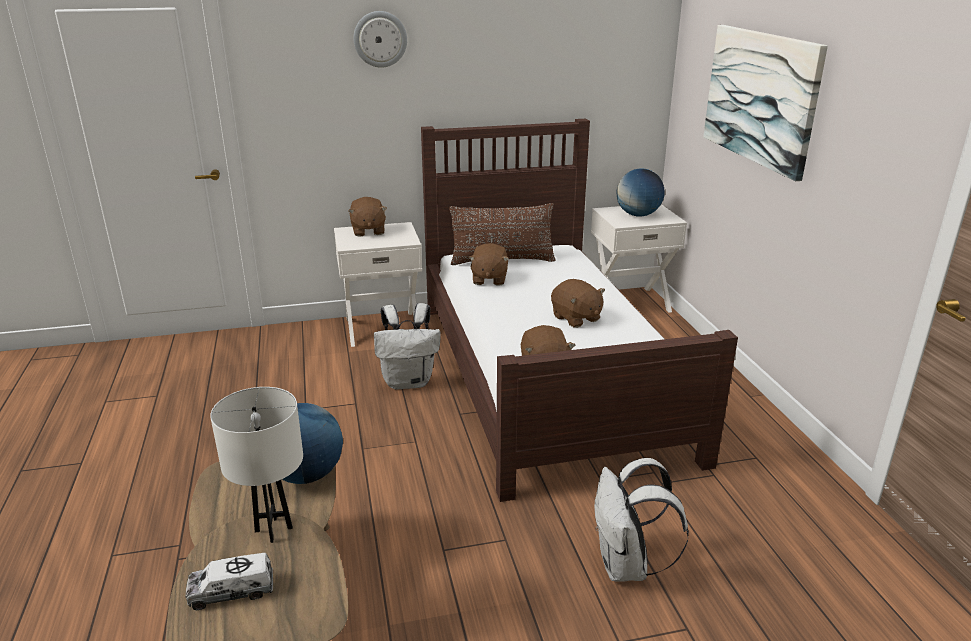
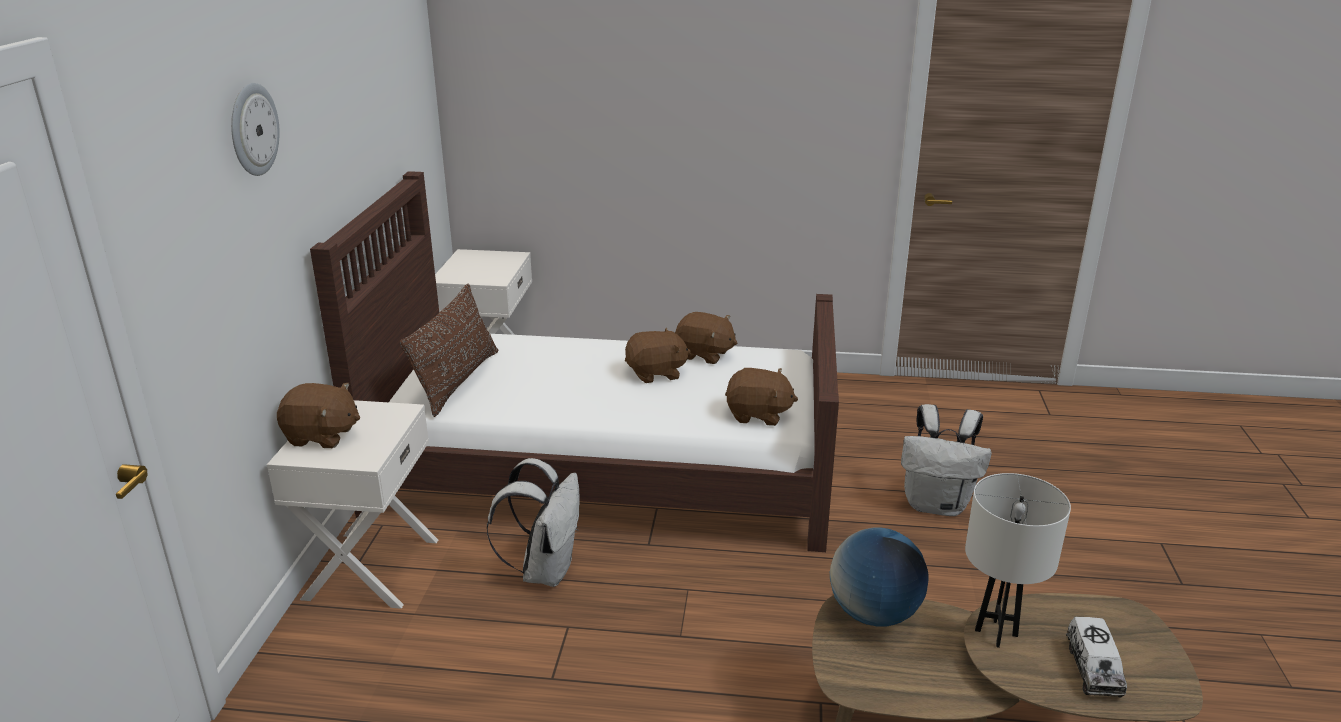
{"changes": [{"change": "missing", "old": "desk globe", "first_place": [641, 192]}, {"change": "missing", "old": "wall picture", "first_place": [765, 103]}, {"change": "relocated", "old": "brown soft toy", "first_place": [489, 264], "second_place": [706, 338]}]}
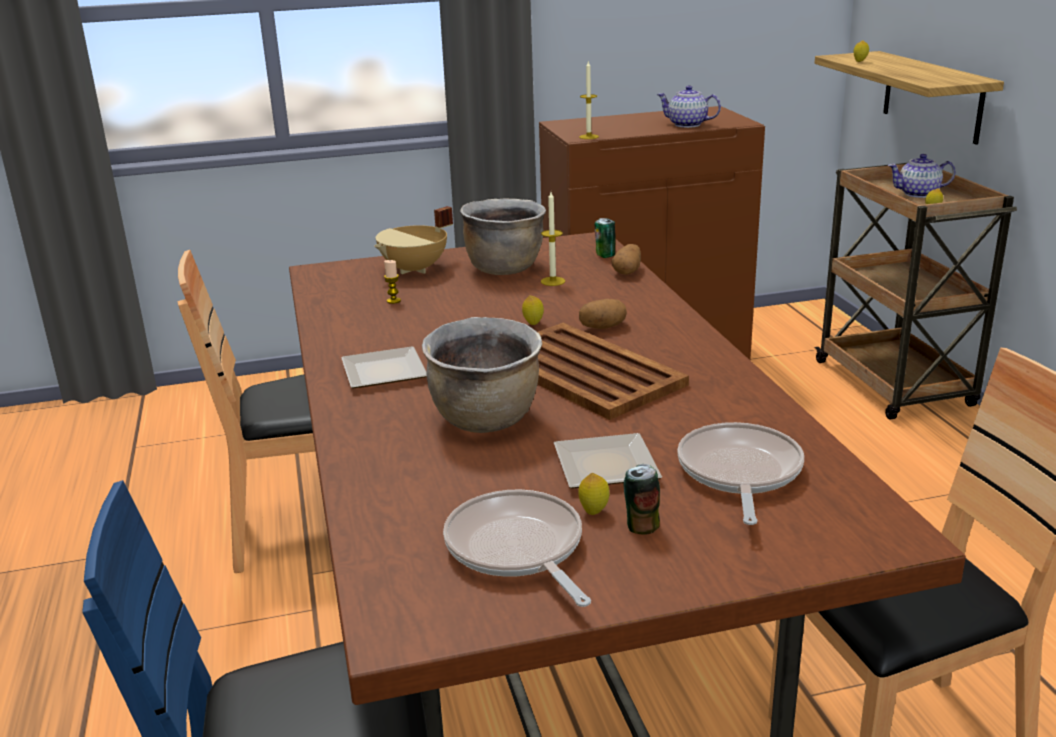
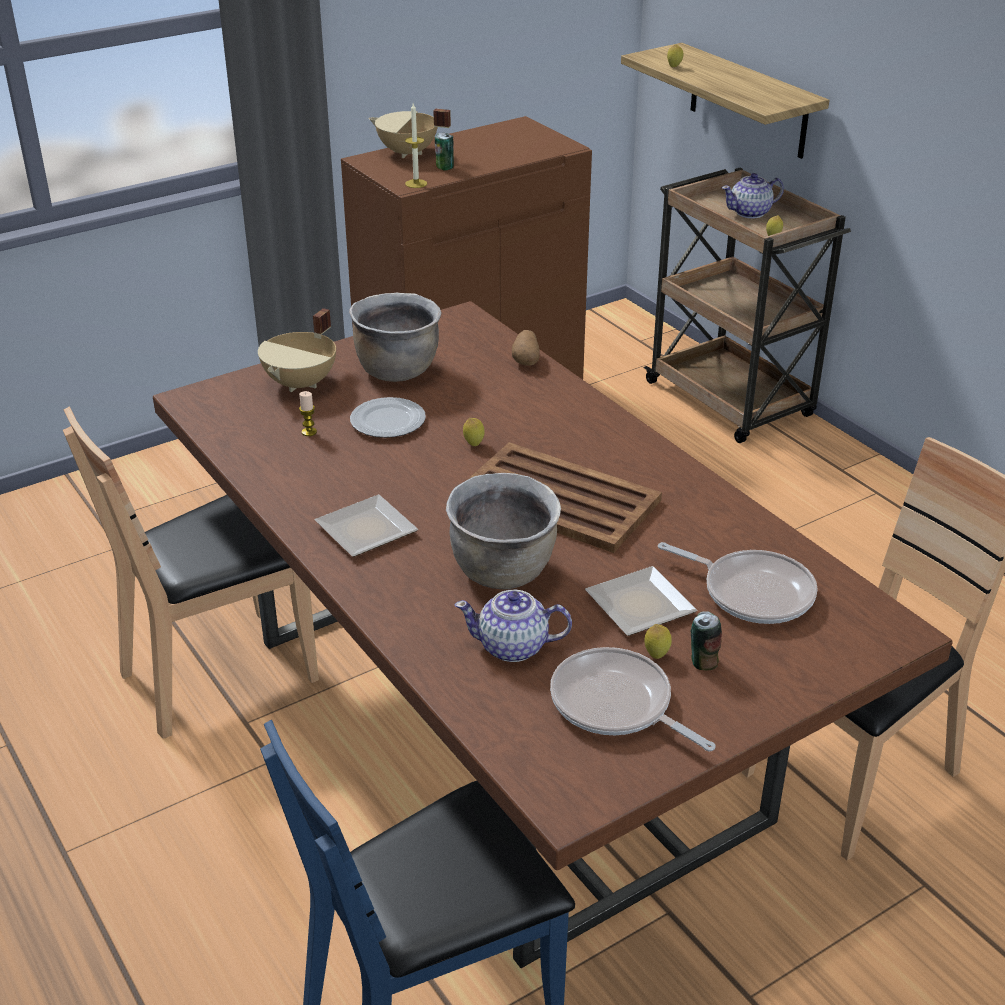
{"changes": [{"change": "missing", "old": "wax candle", "first_place": [553, 239]}, {"change": "missing", "old": "spud", "first_place": [603, 314]}, {"change": "appeared", "new": "flat dish", "second_place": [388, 417]}, {"change": "appeared", "new": "beige stockpot", "second_place": [410, 133]}, {"change": "relocated", "old": "sealed can", "first_place": [605, 238], "second_place": [444, 152]}, {"change": "relocated", "old": "tea pot", "first_place": [689, 106], "second_place": [513, 626]}, {"change": "spun", "old": "pan", "first_place": [740, 473], "second_place": [738, 583], "degrees": 135}]}
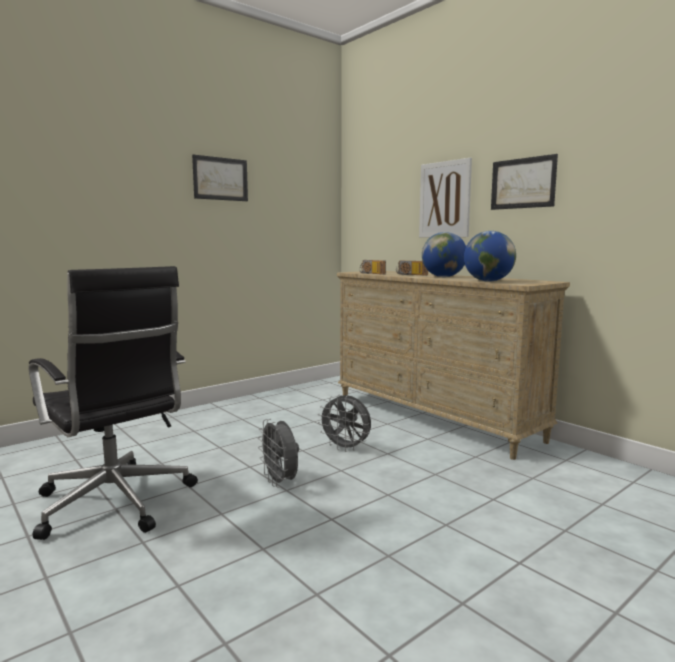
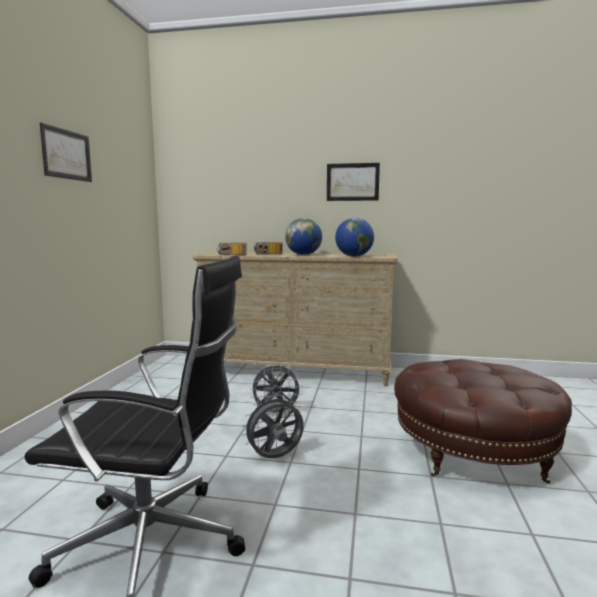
{"changes": [{"change": "missing", "old": "wall picture", "first_place": [445, 197]}, {"change": "appeared", "new": "brown ottoman", "second_place": [483, 421]}, {"change": "spun", "old": "grey electric fan", "first_place": [278, 453], "second_place": [272, 426], "degrees": 135}]}
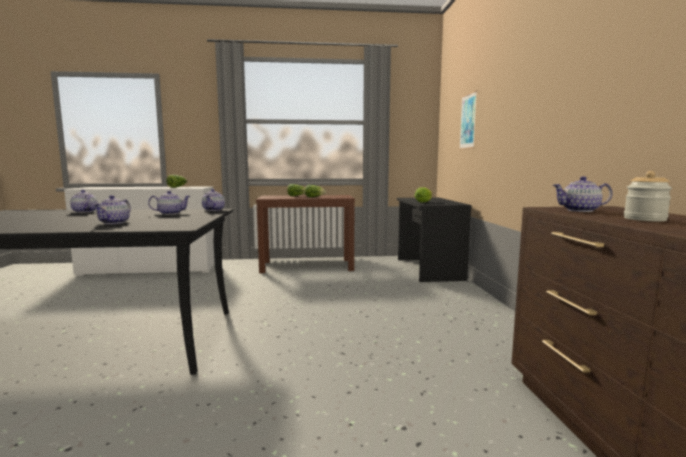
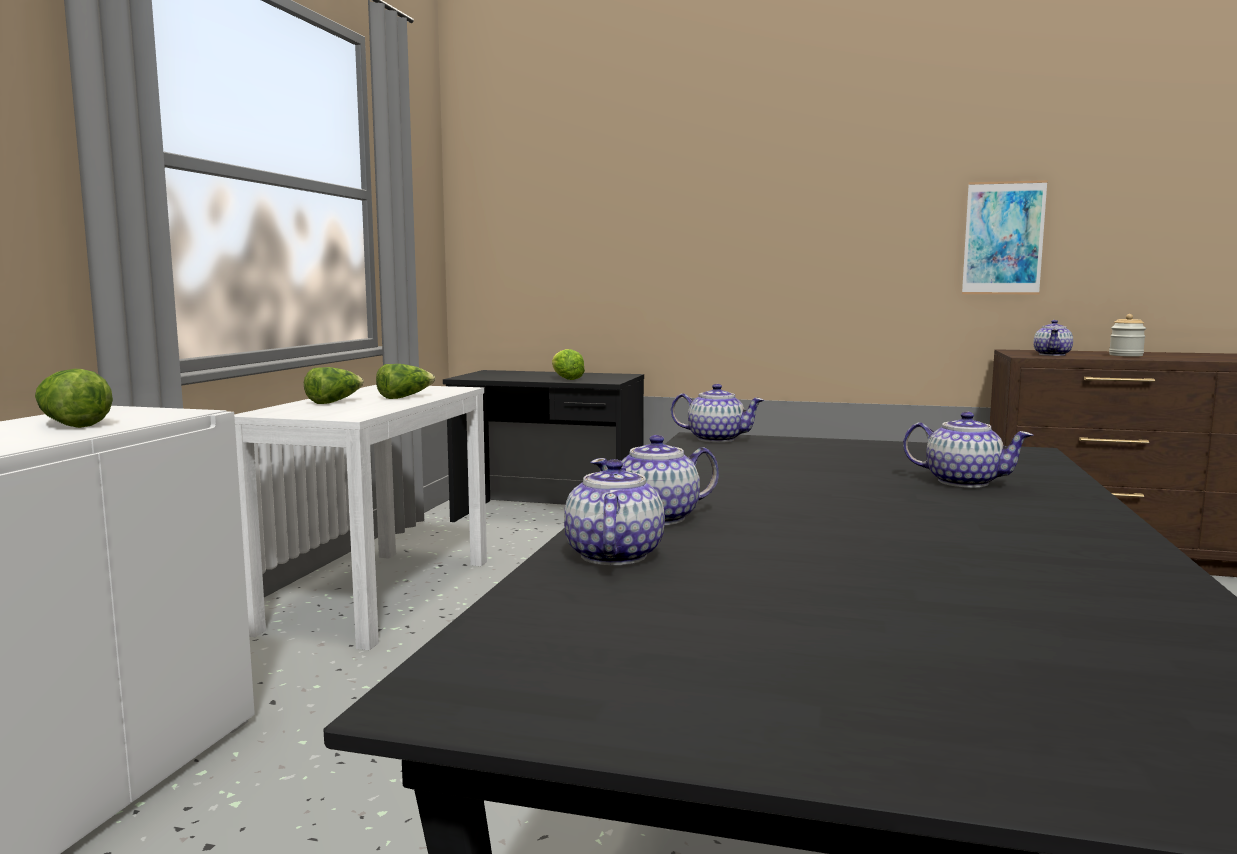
{"changes": [{"change": "relocated", "old": "tea pot", "first_place": [169, 203], "second_place": [614, 512]}, {"change": "relocated", "old": "wall picture", "first_place": [468, 120], "second_place": [1005, 237]}, {"change": "colour", "old": "brown console table", "new": "white-coloured console table", "first_place": [305, 234], "second_place": [360, 517]}]}
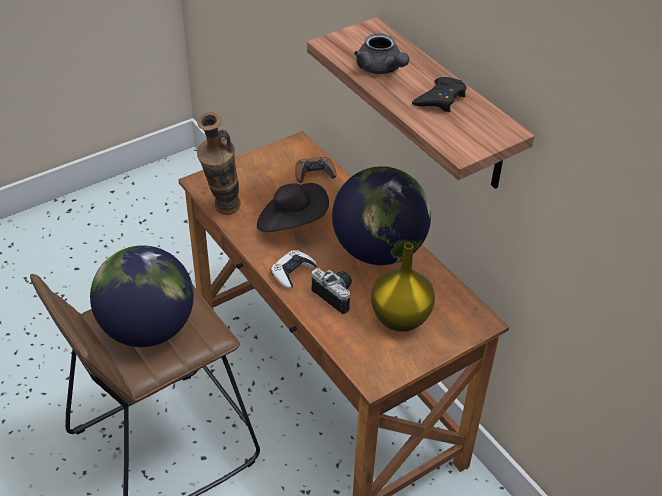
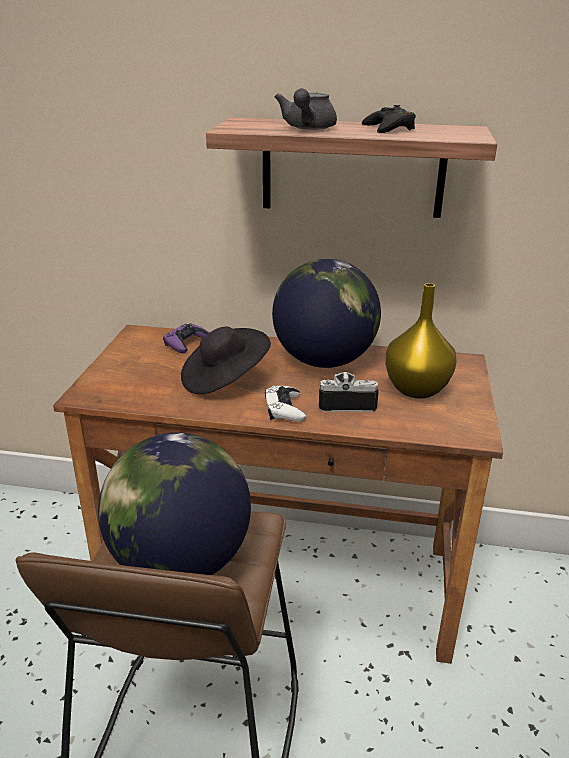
{"changes": [{"change": "missing", "old": "vase", "first_place": [219, 164]}, {"change": "colour", "old": "brown game controller", "new": "purple-coloured game controller", "first_place": [315, 170], "second_place": [186, 338]}, {"change": "spun", "old": "grey tea pot", "first_place": [381, 53], "second_place": [306, 109], "degrees": 90}]}
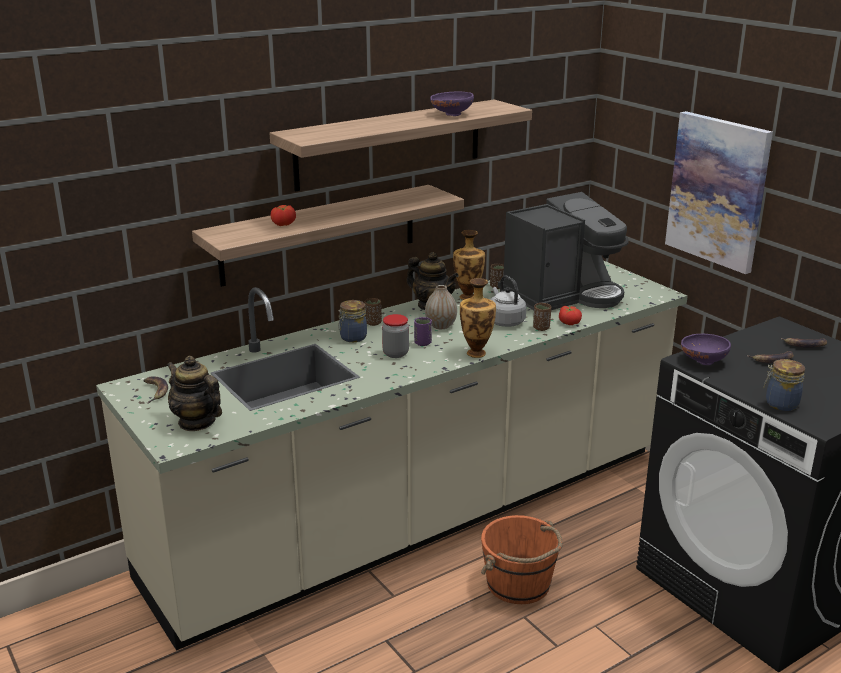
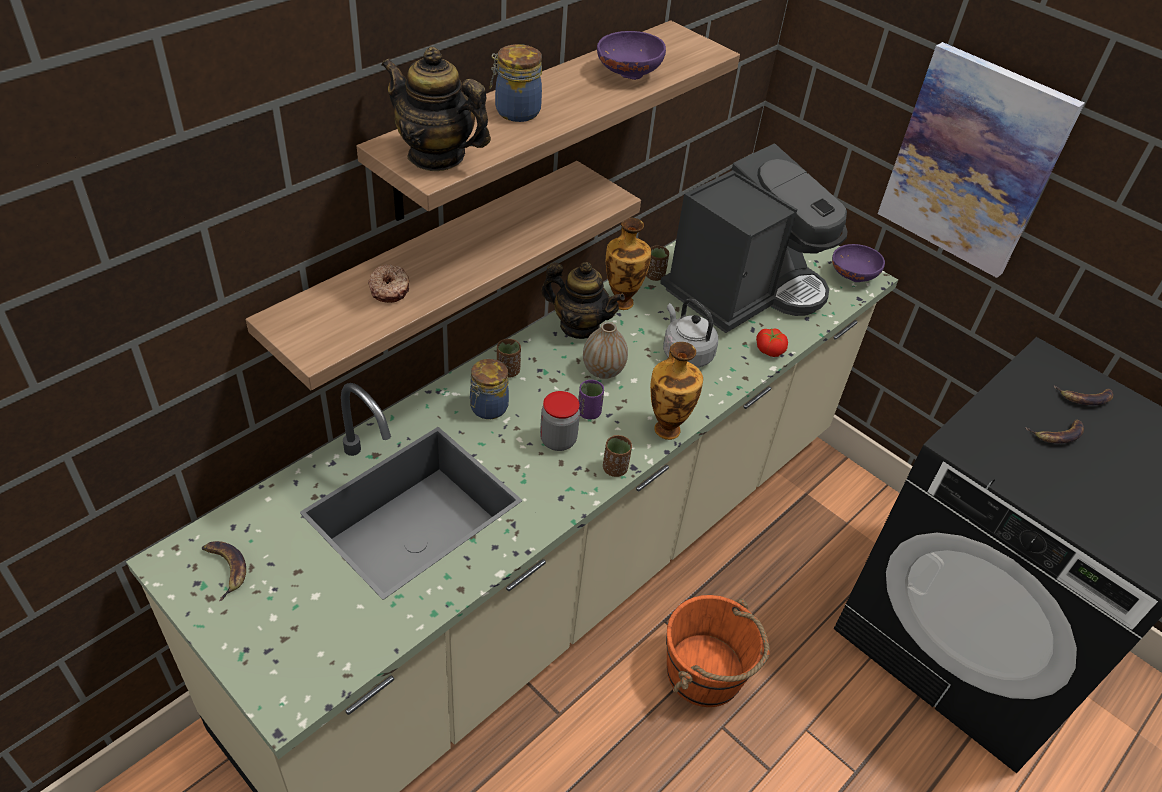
{"changes": [{"change": "relocated", "old": "tea pot", "first_place": [194, 393], "second_place": [436, 109]}, {"change": "relocated", "old": "brown small cup", "first_place": [542, 317], "second_place": [617, 456]}, {"change": "relocated", "old": "purple-coloured deep dish", "first_place": [706, 349], "second_place": [858, 263]}, {"change": "relocated", "old": "preserve jar", "first_place": [784, 385], "second_place": [516, 83]}, {"change": "exchanged", "old": "fresh tomato", "new": "donut", "first_place": [283, 215], "second_place": [388, 283]}]}
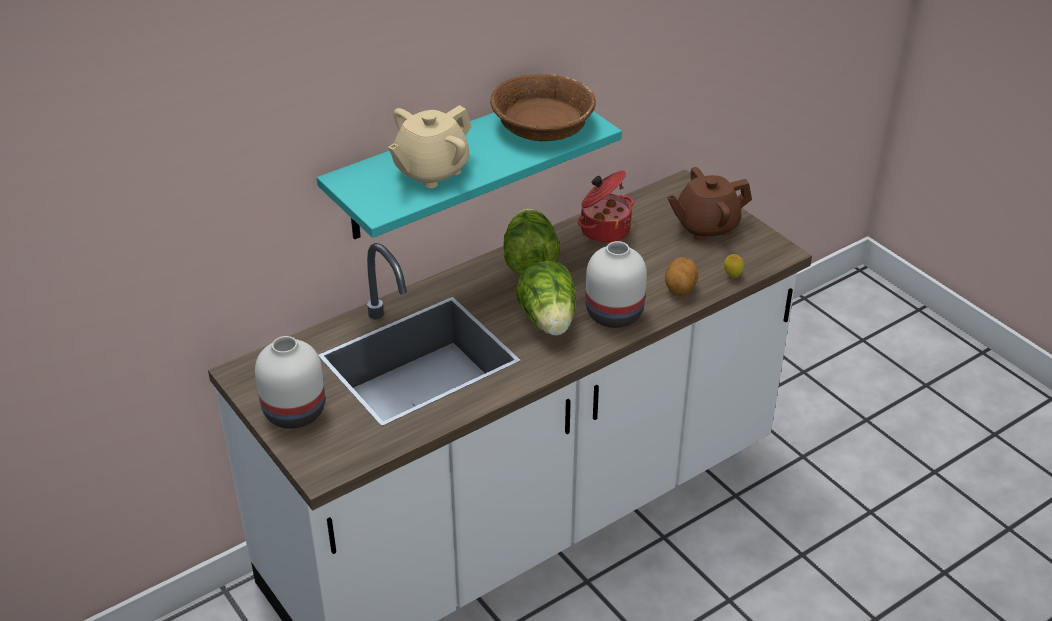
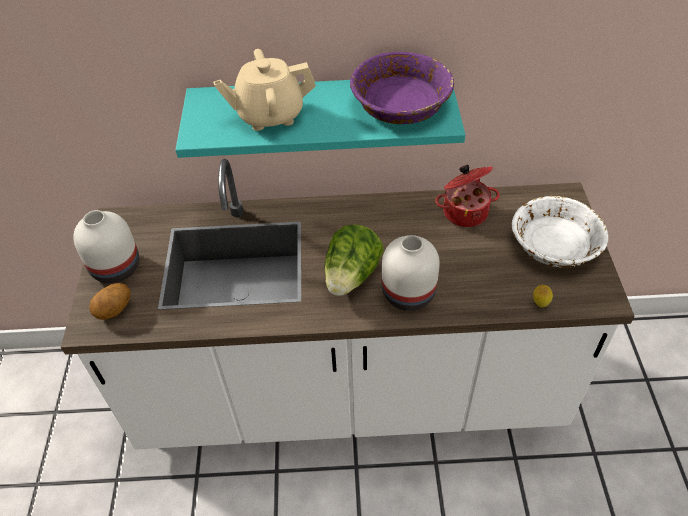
{"changes": [{"change": "missing", "old": "lettuce head", "first_place": [532, 241]}, {"change": "relocated", "old": "spud", "first_place": [681, 276], "second_place": [110, 301]}, {"change": "exchanged", "old": "brown tea pot", "new": "white-coloured deep dish", "first_place": [709, 204], "second_place": [560, 231]}, {"change": "colour", "old": "brown deep dish", "new": "purple-coloured deep dish", "first_place": [543, 107], "second_place": [402, 88]}]}
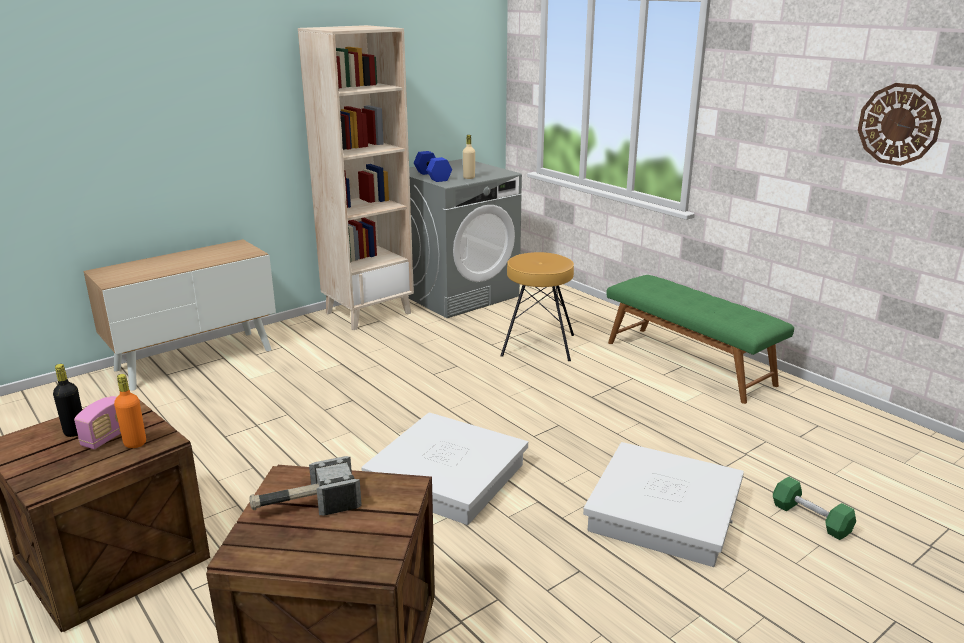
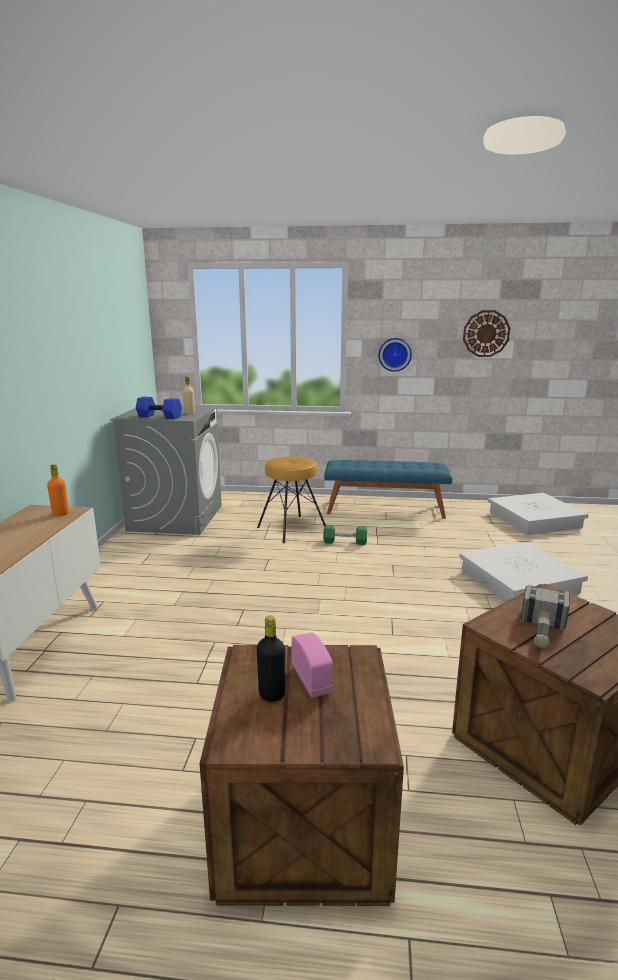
{"changes": [{"change": "missing", "old": "beige bookcase", "first_place": [356, 177]}, {"change": "appeared", "new": "hanging clock", "second_place": [395, 355]}, {"change": "relocated", "old": "orange-coloured beverage bottle", "first_place": [130, 411], "second_place": [58, 490]}, {"change": "relocated", "old": "white-coloured storage container", "first_place": [444, 468], "second_place": [538, 514]}, {"change": "relocated", "old": "green-coloured free weight", "first_place": [814, 508], "second_place": [345, 535]}, {"change": "colour", "old": "green-coloured long seat", "new": "blue-coloured long seat", "first_place": [700, 339], "second_place": [388, 489]}]}
